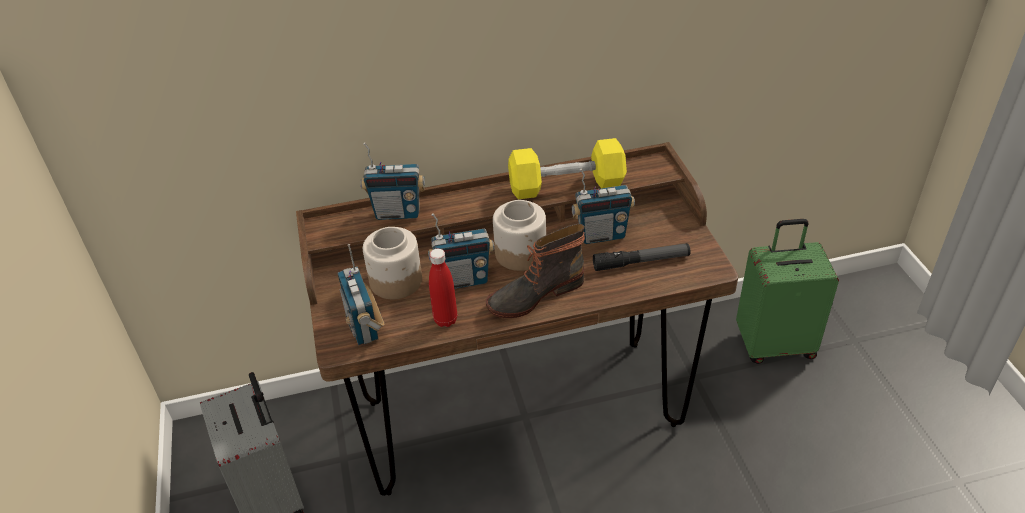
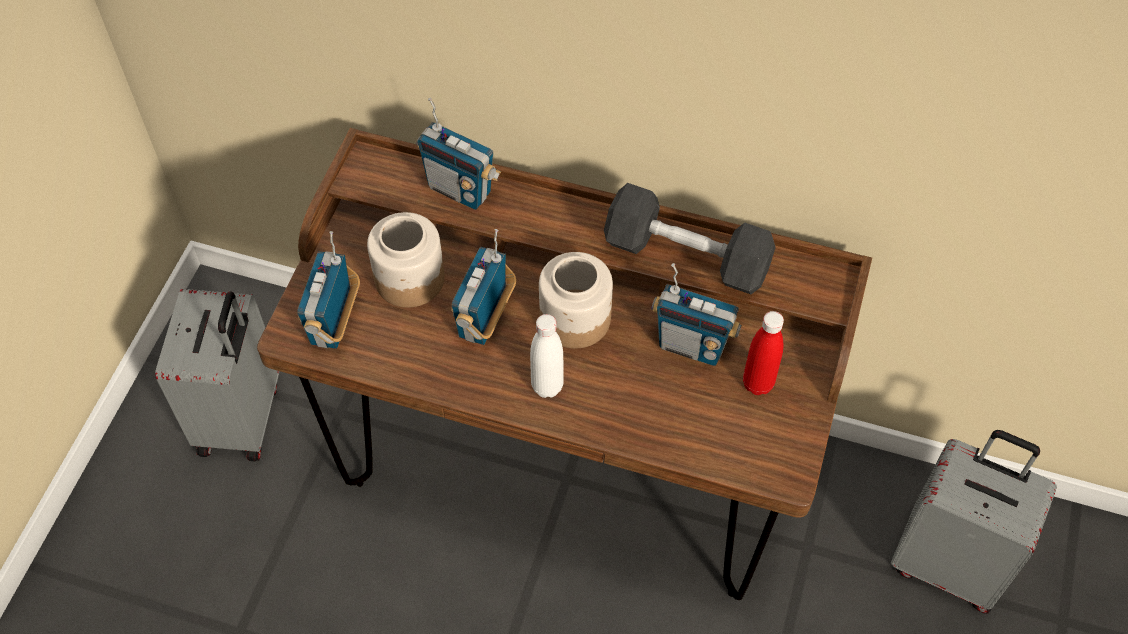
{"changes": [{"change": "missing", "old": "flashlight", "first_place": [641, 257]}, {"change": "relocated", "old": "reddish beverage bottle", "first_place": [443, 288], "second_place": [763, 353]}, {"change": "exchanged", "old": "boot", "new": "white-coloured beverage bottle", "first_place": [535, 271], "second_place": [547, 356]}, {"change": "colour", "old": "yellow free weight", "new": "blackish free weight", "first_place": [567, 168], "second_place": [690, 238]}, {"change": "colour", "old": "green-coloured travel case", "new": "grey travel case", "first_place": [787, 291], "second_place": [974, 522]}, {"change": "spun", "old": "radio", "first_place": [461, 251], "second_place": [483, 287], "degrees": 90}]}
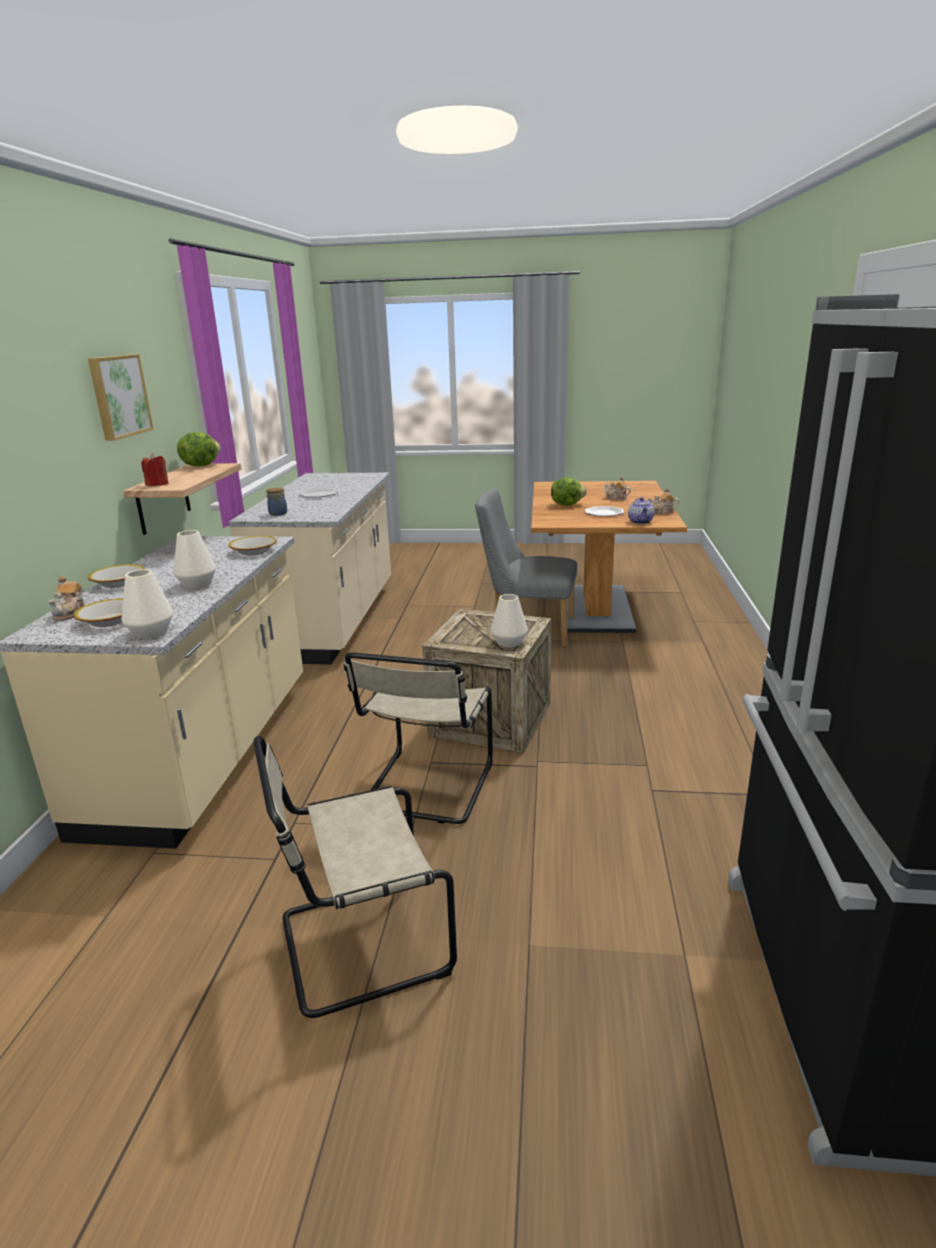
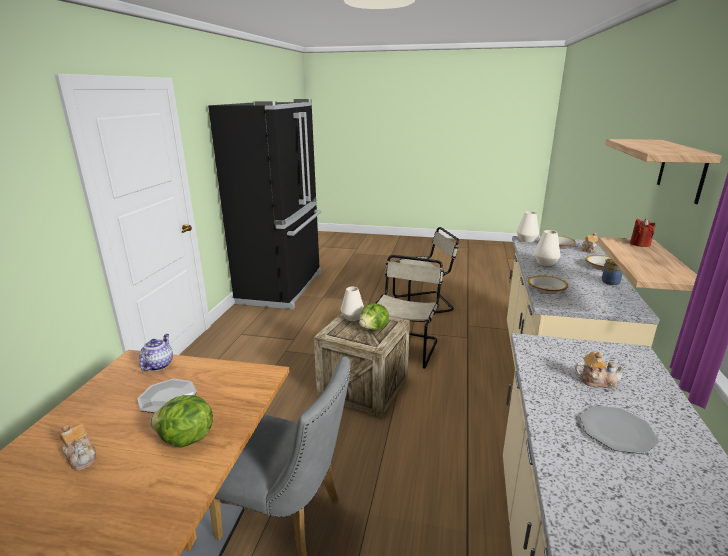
{"changes": [{"change": "relocated", "old": "lettuce head", "first_place": [198, 449], "second_place": [374, 317]}, {"change": "relocated", "old": "preserve jar", "first_place": [276, 502], "second_place": [612, 272]}, {"change": "relocated", "old": "tea pot", "first_place": [663, 501], "second_place": [601, 370]}, {"change": "exchanged", "old": "wall picture", "new": "bracket shelf", "first_place": [121, 397], "second_place": [663, 171]}]}
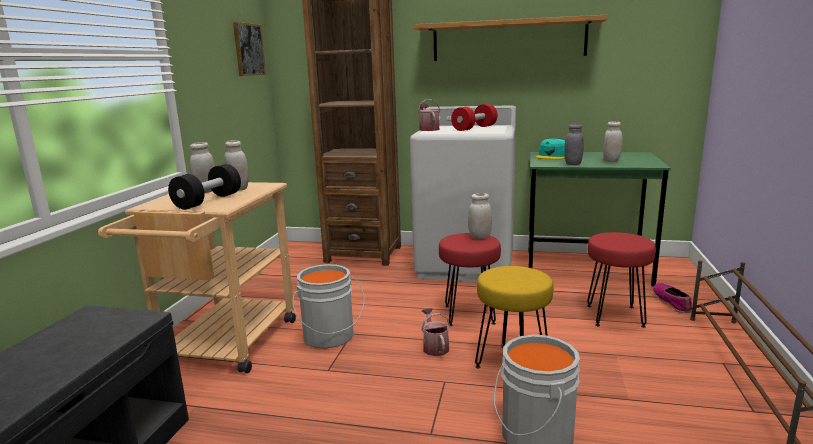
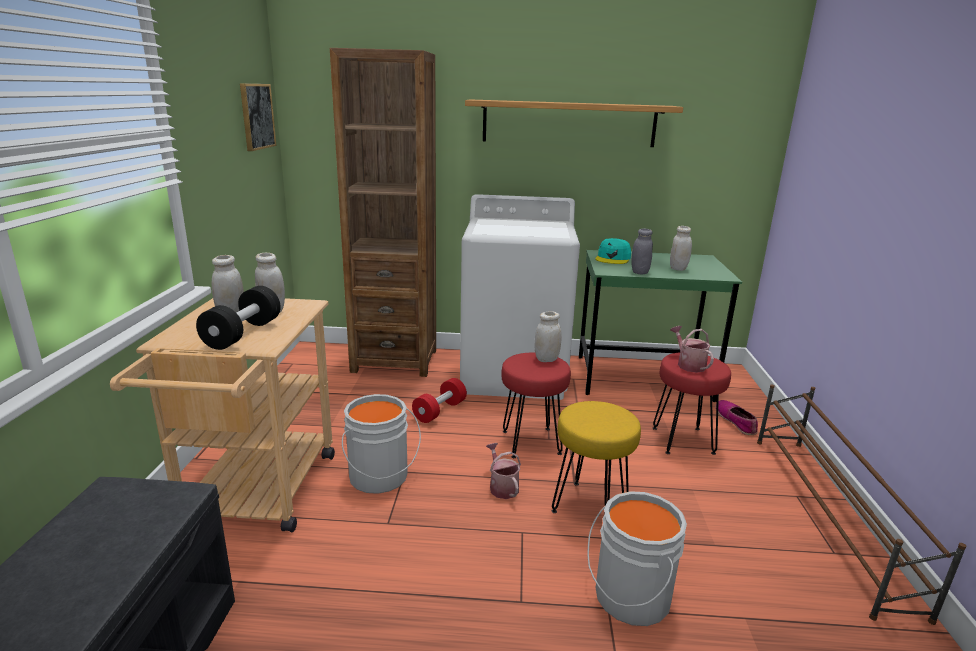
{"changes": [{"change": "relocated", "old": "watering pot", "first_place": [429, 115], "second_place": [692, 349]}, {"change": "relocated", "old": "reddish free weight", "first_place": [474, 117], "second_place": [439, 400]}]}
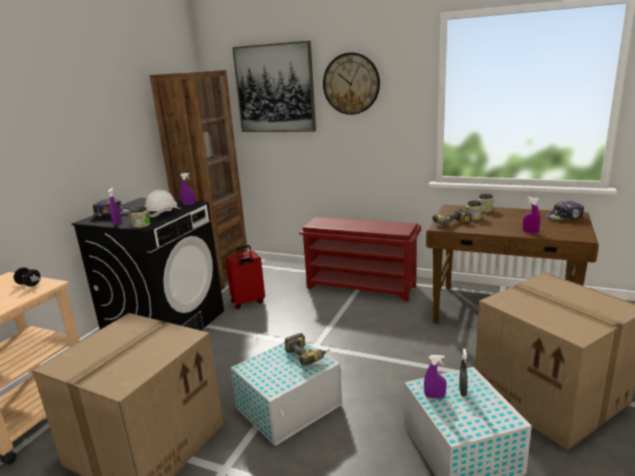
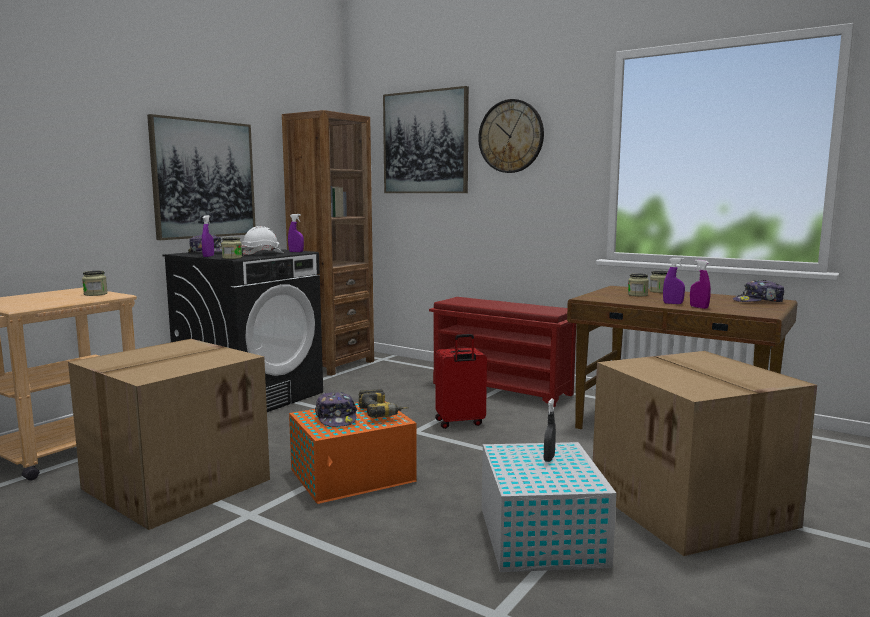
{"changes": [{"change": "missing", "old": "drill", "first_place": [452, 217]}, {"change": "appeared", "new": "wall picture", "second_place": [201, 177]}, {"change": "appeared", "new": "cap", "second_place": [336, 409]}, {"change": "relocated", "old": "reddish travel case", "first_place": [245, 277], "second_place": [461, 381]}, {"change": "relocated", "old": "purple-coloured sprayer", "first_place": [435, 377], "second_place": [674, 281]}, {"change": "exchanged", "old": "blackish free weight", "new": "preserve jar", "first_place": [27, 277], "second_place": [95, 283]}, {"change": "colour", "old": "white-coloured storage container", "new": "orange-coloured storage container", "first_place": [286, 393], "second_place": [352, 452]}]}
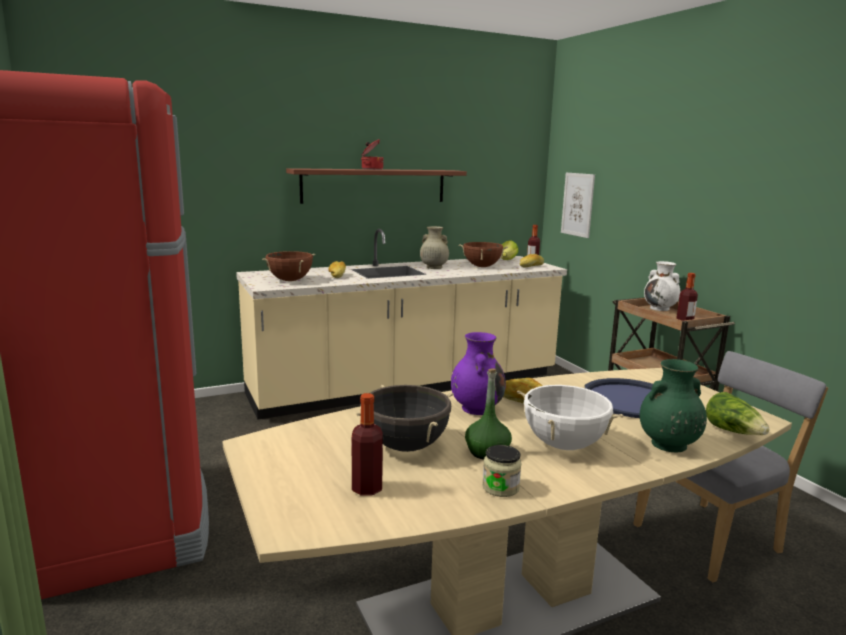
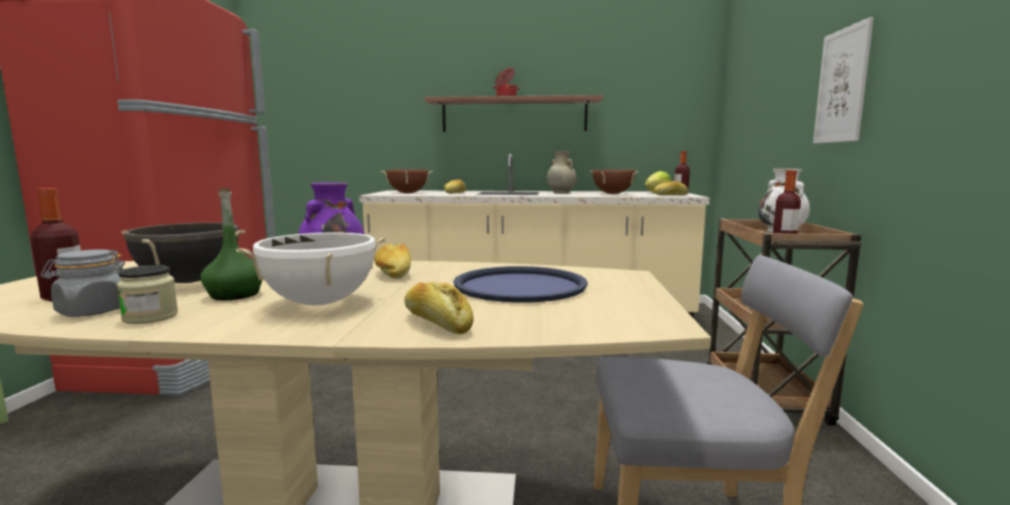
{"changes": [{"change": "missing", "old": "lettuce head", "first_place": [738, 413]}, {"change": "appeared", "new": "grey preserve jar", "second_place": [83, 283]}, {"change": "relocated", "old": "wall picture", "first_place": [578, 205], "second_place": [843, 80]}, {"change": "exchanged", "old": "green-coloured vase", "new": "baked bread", "first_place": [673, 405], "second_place": [438, 308]}]}
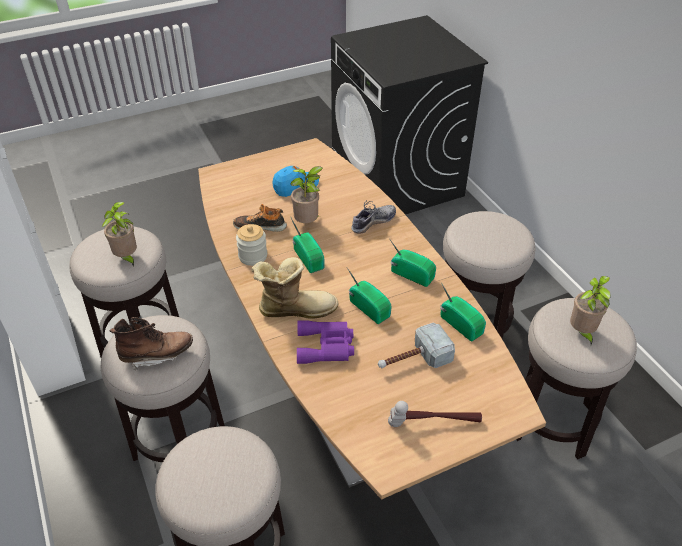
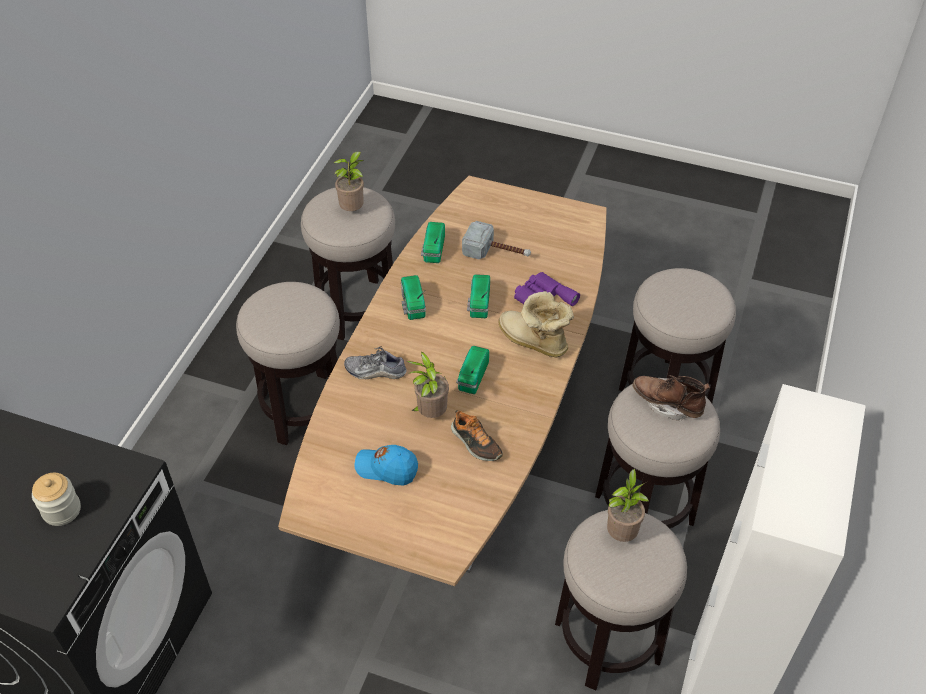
{"changes": [{"change": "missing", "old": "hand hammer", "first_place": [435, 414]}, {"change": "relocated", "old": "preserve jar", "first_place": [251, 245], "second_place": [56, 499]}]}
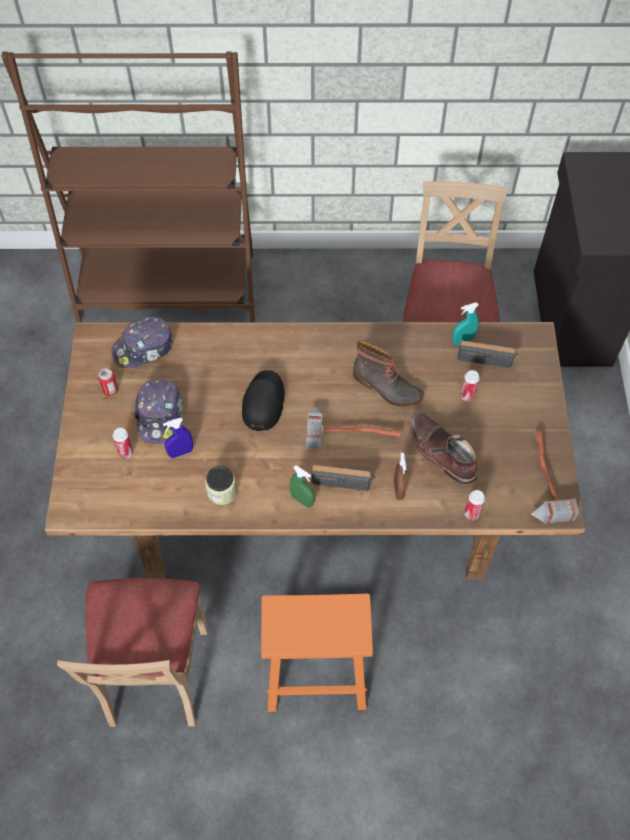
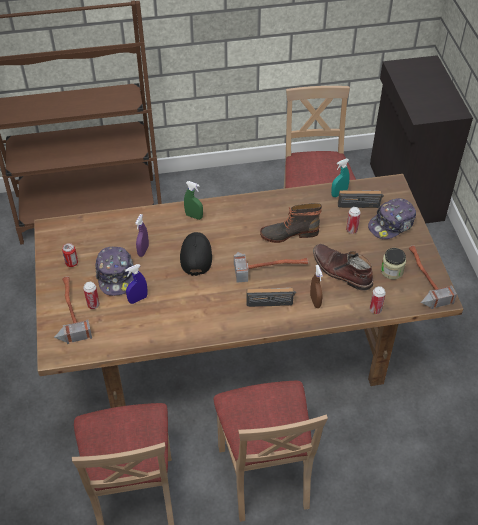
{"changes": [{"change": "appeared", "new": "hand hammer", "second_place": [73, 310]}, {"change": "appeared", "new": "purple-coloured sprayer", "second_place": [142, 235]}, {"change": "relocated", "old": "cap", "first_place": [142, 342], "second_place": [392, 218]}, {"change": "relocated", "old": "preserve jar", "first_place": [221, 485], "second_place": [393, 263]}, {"change": "relocated", "old": "green-coloured sprayer", "first_place": [302, 486], "second_place": [193, 200]}, {"change": "exchanged", "old": "orange-coloured sitting stool", "new": "beige chair", "first_place": [317, 653], "second_place": [271, 451]}, {"change": "spun", "old": "boot", "first_place": [388, 373], "second_place": [291, 223], "degrees": 150}]}
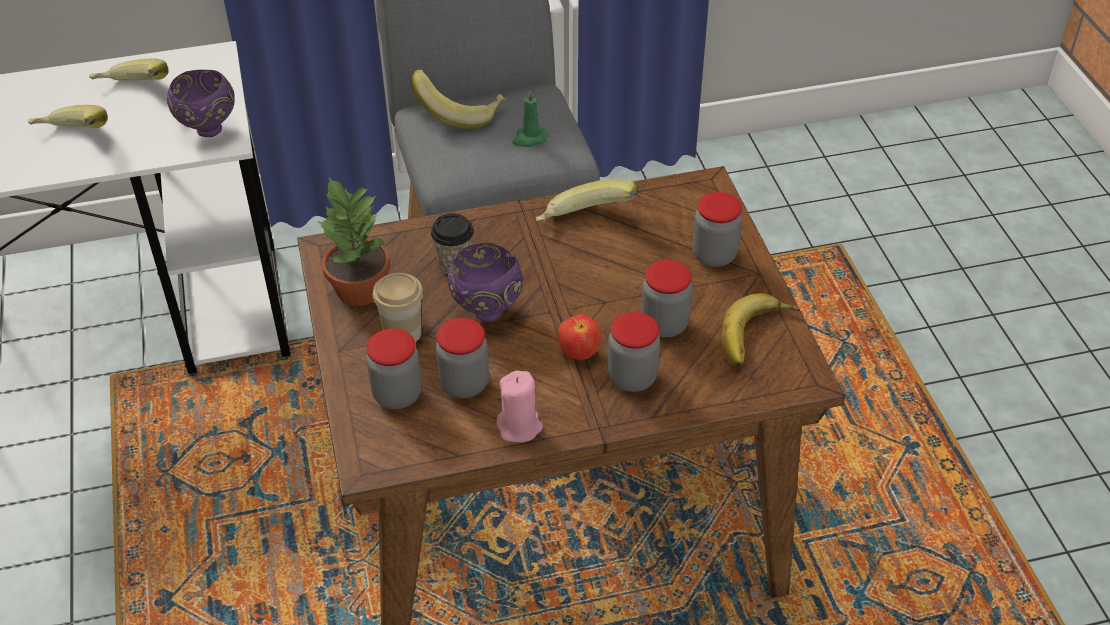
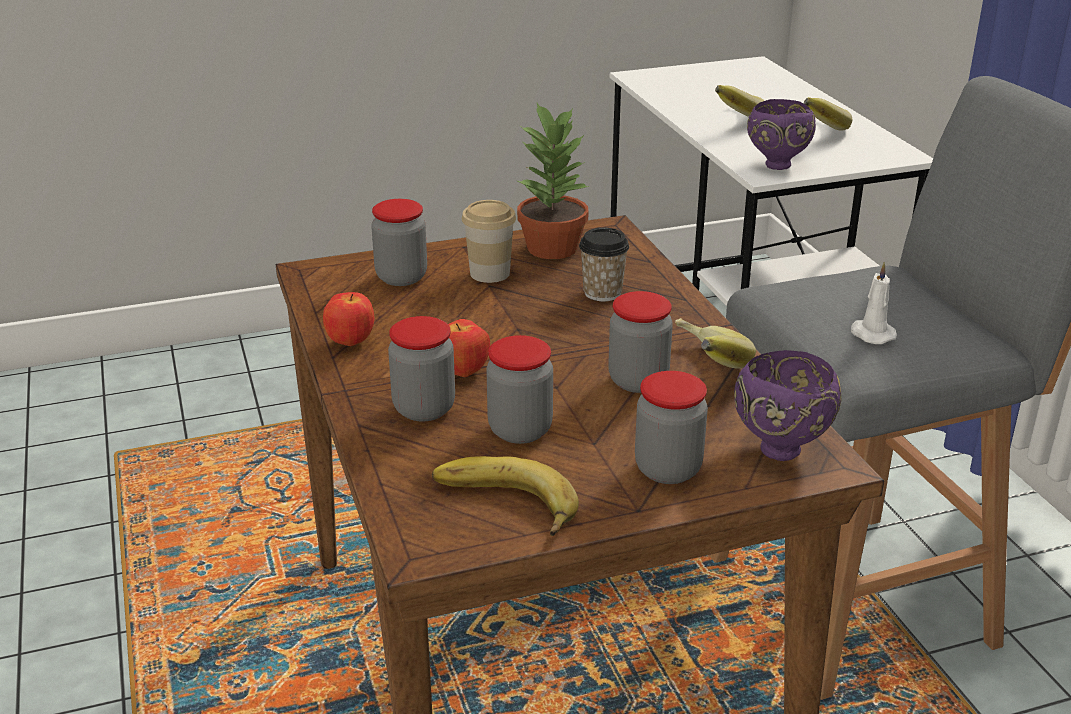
{"changes": [{"change": "missing", "old": "banana fruit", "first_place": [458, 99]}, {"change": "relocated", "old": "preserve jar", "first_place": [462, 358], "second_place": [640, 342]}, {"change": "relocated", "old": "purple-coloured deep dish", "first_place": [485, 282], "second_place": [787, 405]}, {"change": "exchanged", "old": "pinkish wax candle", "new": "apple", "first_place": [520, 407], "second_place": [349, 319]}, {"change": "colour", "old": "green-coloured wax candle", "new": "white-coloured wax candle", "first_place": [530, 118], "second_place": [874, 303]}]}
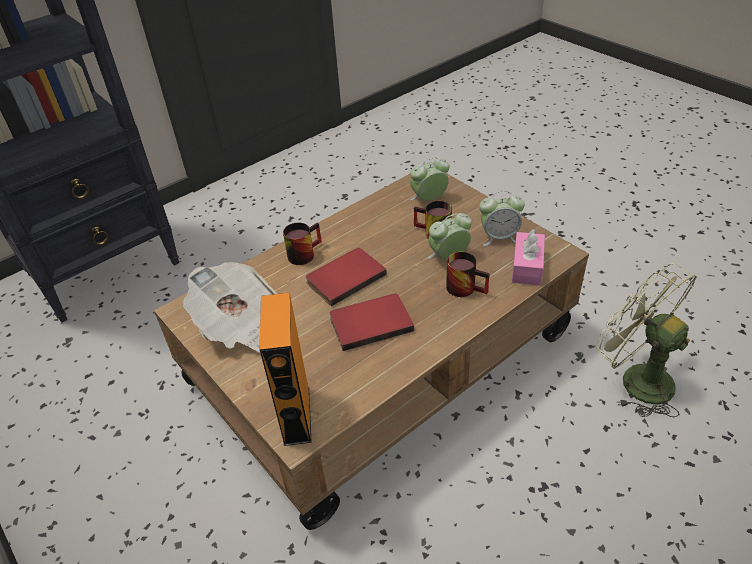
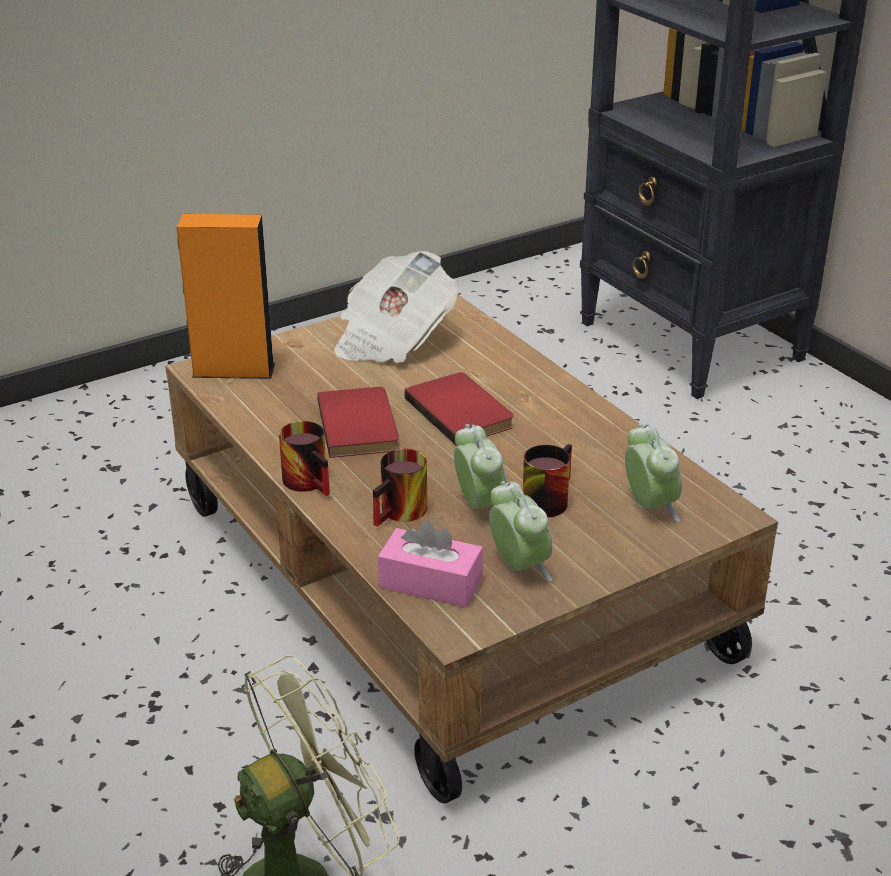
{"changes": [{"change": "relocated", "old": "coffee mug", "first_place": [302, 244], "second_place": [304, 458]}, {"change": "spun", "old": "bedside clock", "first_place": [502, 218], "second_place": [520, 531], "degrees": 150}]}
